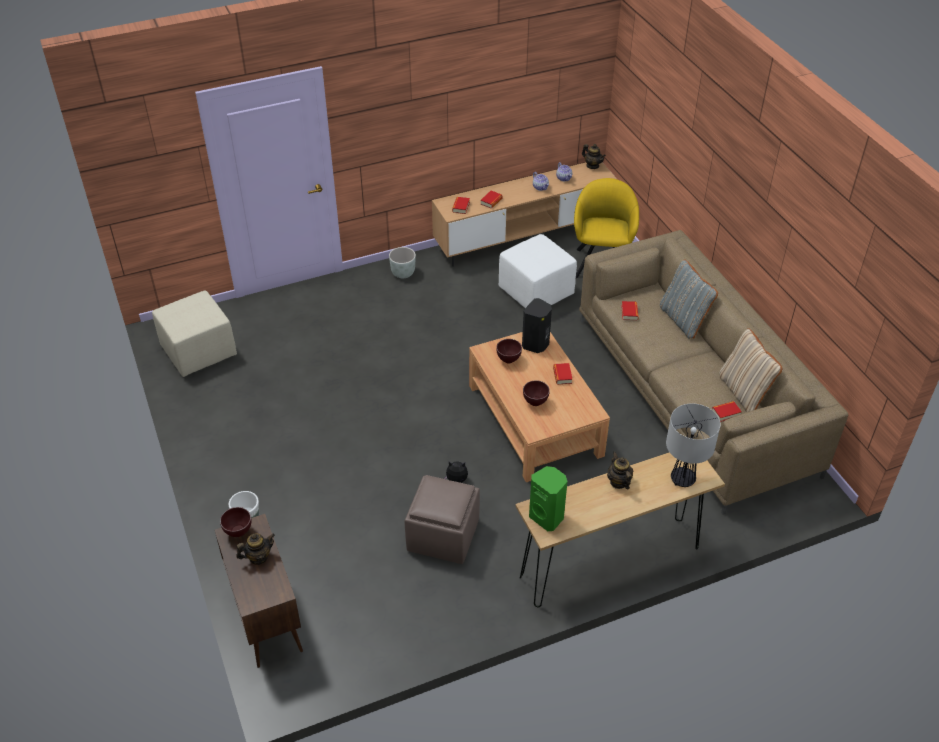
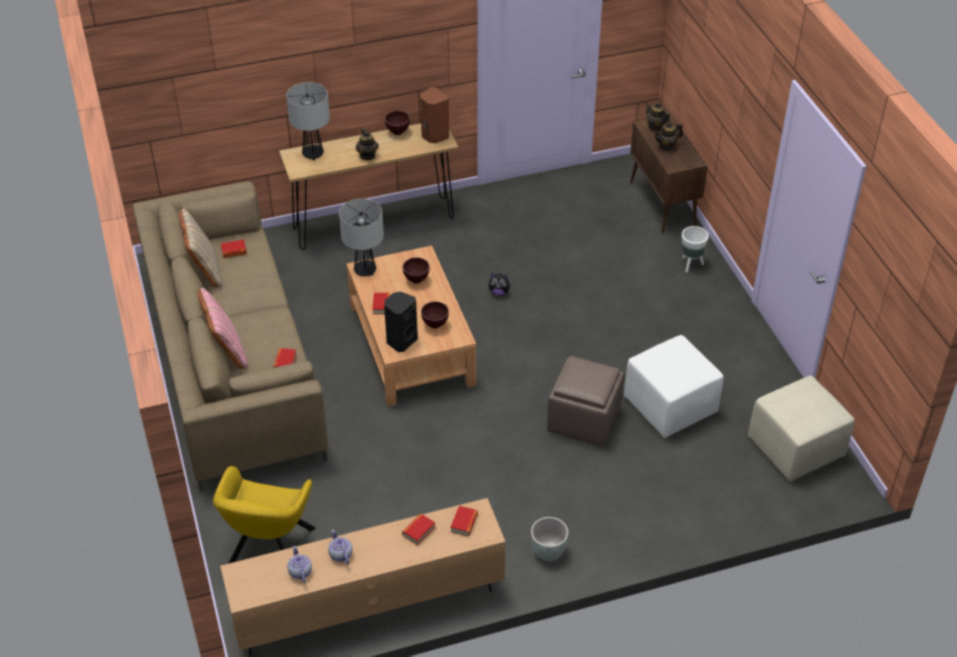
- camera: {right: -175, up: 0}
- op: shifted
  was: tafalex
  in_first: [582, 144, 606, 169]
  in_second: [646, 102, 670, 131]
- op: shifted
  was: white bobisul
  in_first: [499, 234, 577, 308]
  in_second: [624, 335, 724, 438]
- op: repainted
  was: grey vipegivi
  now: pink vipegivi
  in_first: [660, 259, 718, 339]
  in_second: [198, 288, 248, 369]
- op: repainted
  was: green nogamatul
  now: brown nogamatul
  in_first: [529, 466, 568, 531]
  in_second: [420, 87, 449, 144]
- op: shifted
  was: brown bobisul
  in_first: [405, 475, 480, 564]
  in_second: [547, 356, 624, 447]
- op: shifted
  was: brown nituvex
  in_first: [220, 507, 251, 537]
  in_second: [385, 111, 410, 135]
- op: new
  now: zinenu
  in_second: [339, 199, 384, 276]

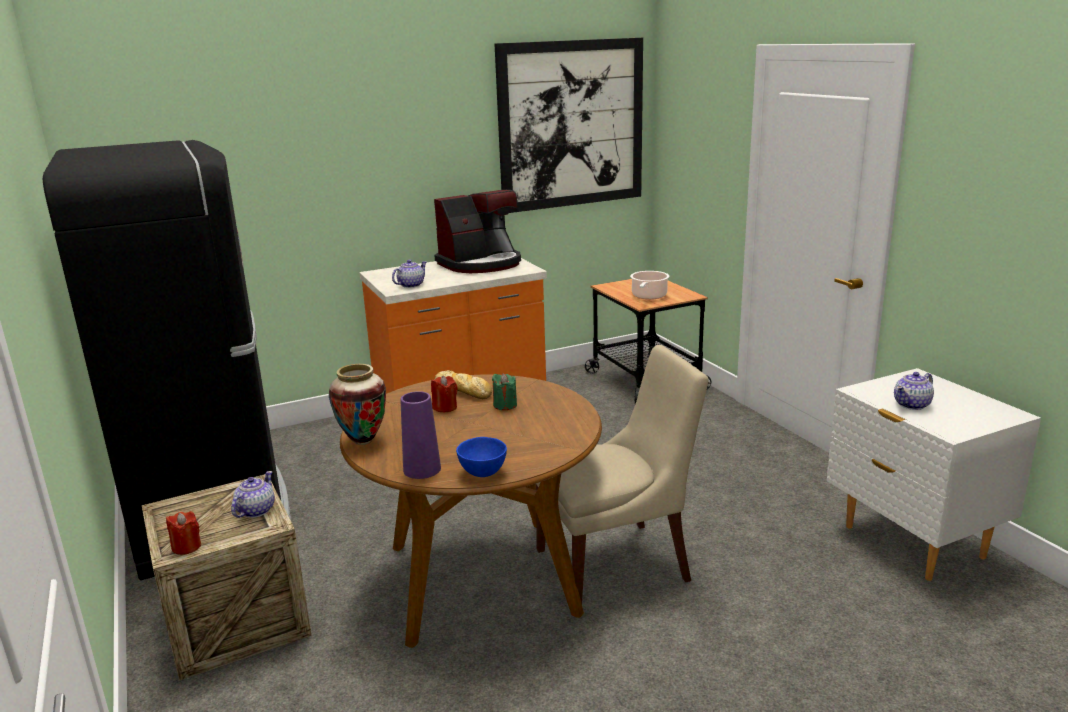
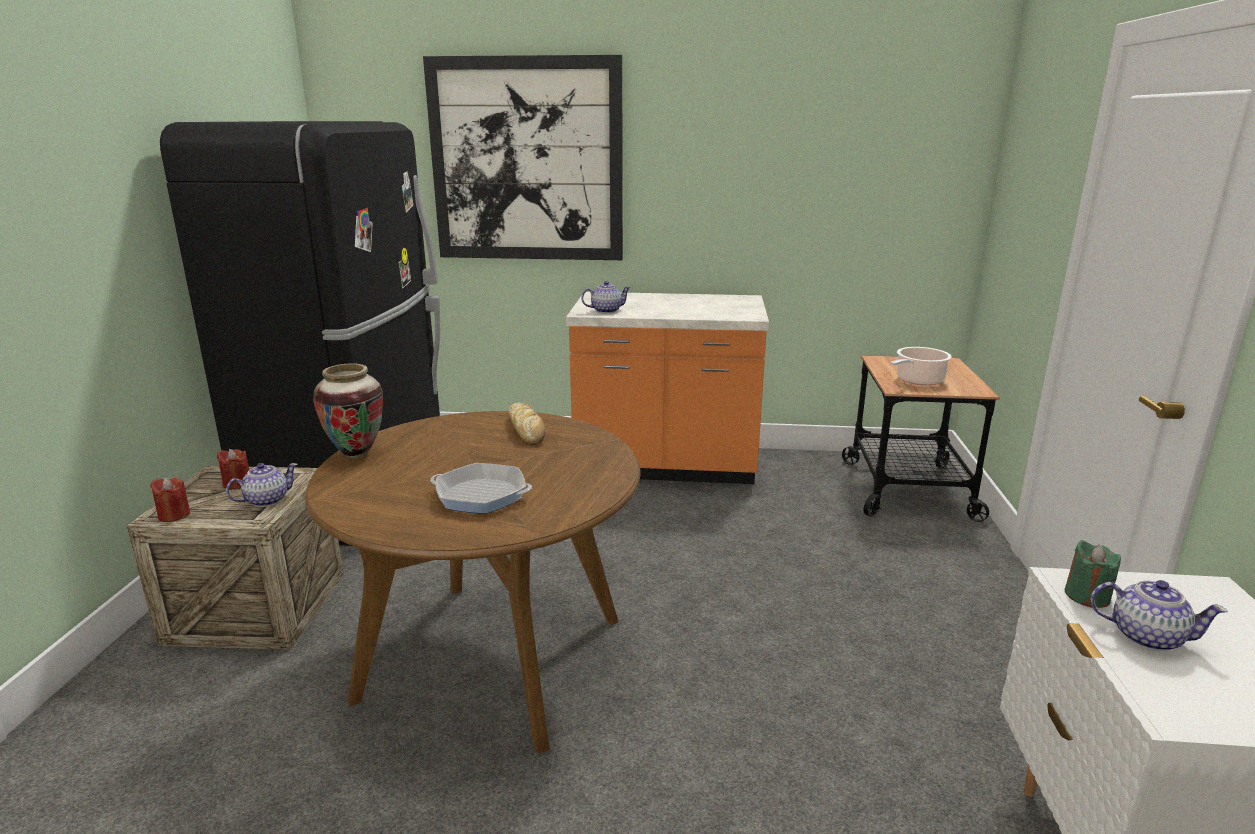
- camera: {right: 30, up: 0}
- op: shifted
  was: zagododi
  in_first: [495, 38, 643, 213]
  in_second: [423, 55, 623, 260]
- op: gone
  was: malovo
  in_first: [434, 190, 521, 273]
- op: gone
  was: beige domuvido
  in_first: [536, 345, 708, 604]
- op: rotated
  was: tafalex
  in_first: [894, 372, 934, 410]
  in_second: [1090, 580, 1228, 651]
  clockwise: -150
- op: shifted
  was: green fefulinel
  in_first: [492, 373, 517, 410]
  in_second: [1065, 540, 1121, 608]
- op: shifted
  was: red fefulinel
  in_first: [431, 376, 458, 412]
  in_second: [217, 449, 249, 490]
- op: gone
  was: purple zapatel
  in_first: [401, 391, 441, 479]
- op: gone
  was: blue nituvex
  in_first: [456, 437, 507, 477]
- op: new
  now: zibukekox
  in_second: [430, 463, 532, 514]

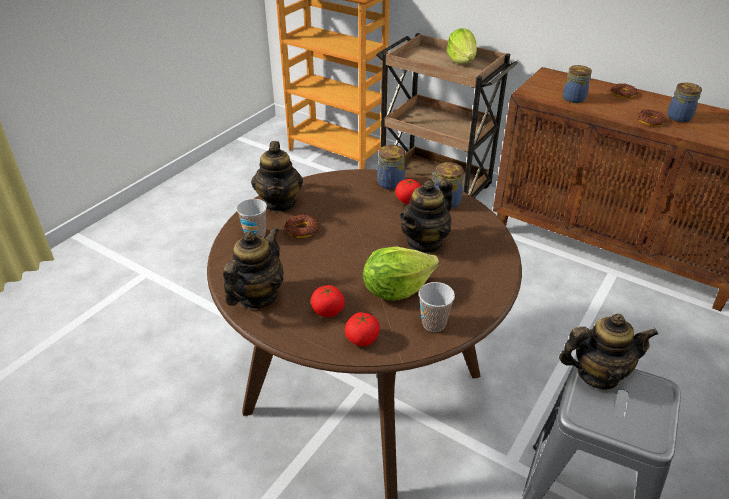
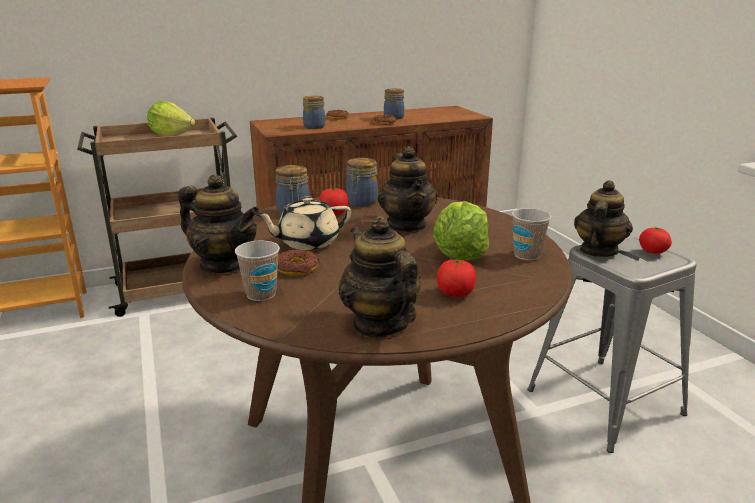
- camera: {right: -55, up: -15}
- op: shifted
  was: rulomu
  in_first: [345, 312, 380, 346]
  in_second: [639, 227, 672, 253]
- op: new
  now: beige tafalex
  in_second: [255, 196, 351, 250]

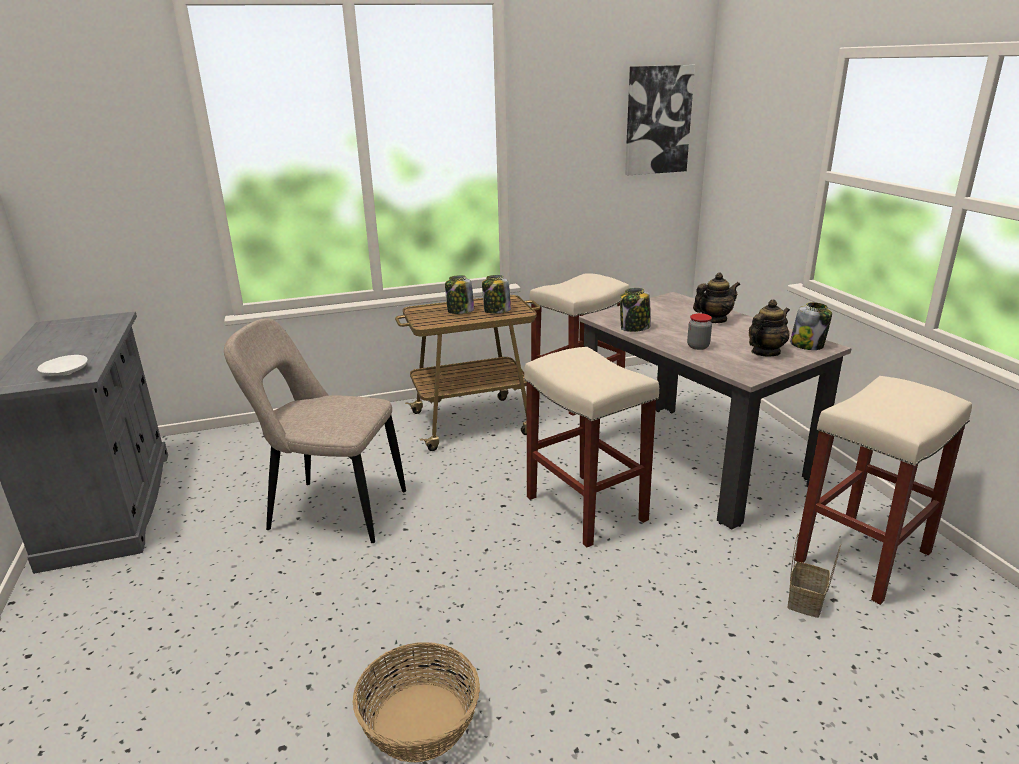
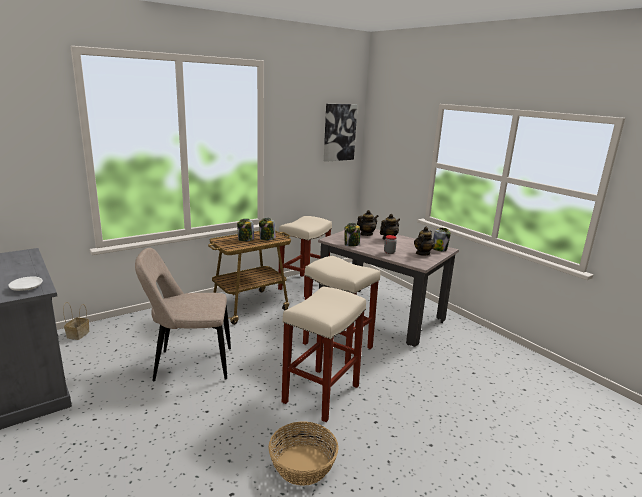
- camera: {right: -20, up: -5}
- op: shifted
  was: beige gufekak
  in_first: [794, 376, 972, 605]
  in_second: [282, 286, 366, 422]
- op: shifted
  was: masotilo
  in_first: [788, 533, 841, 618]
  in_second: [63, 302, 90, 340]
- op: new
  now: tafalex
  in_second: [357, 210, 378, 236]

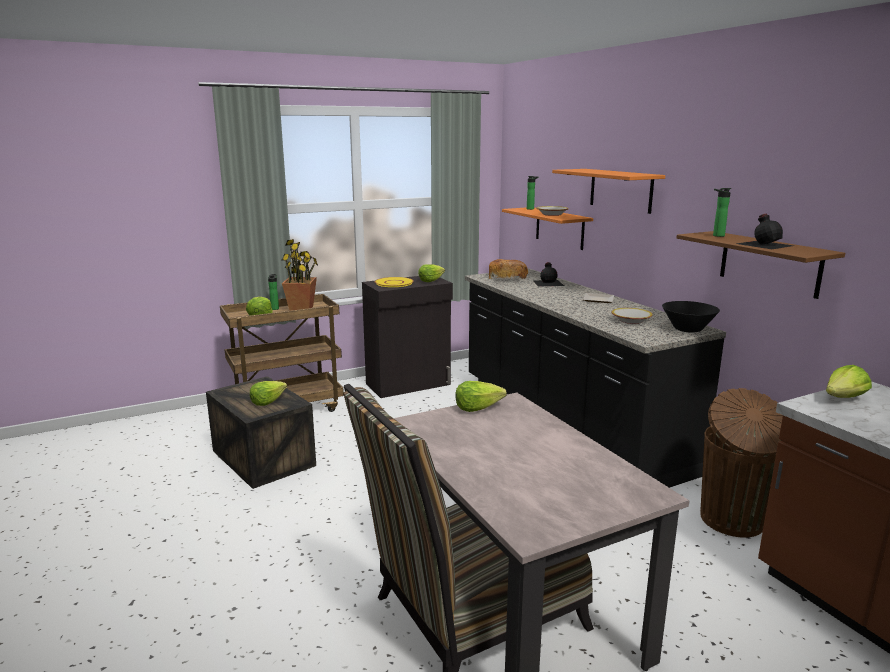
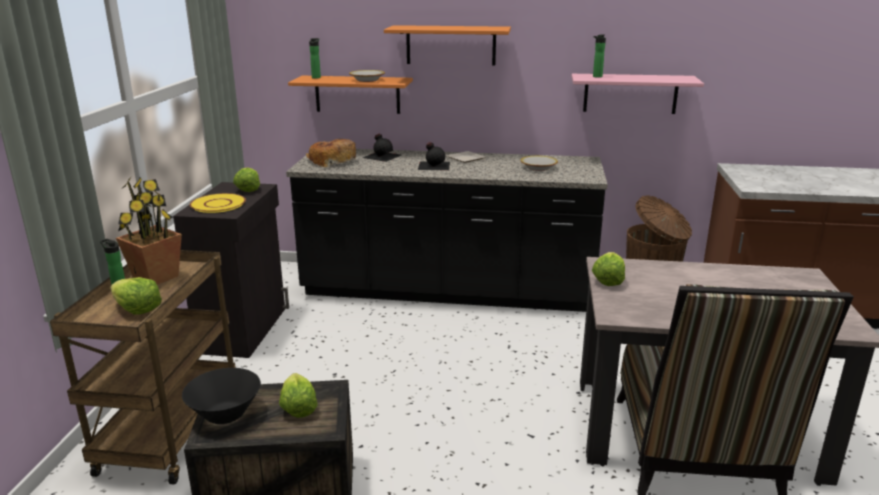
- camera: {right: -55, up: 5}
- op: shifted
  was: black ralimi
  in_first: [737, 214, 793, 249]
  in_second: [418, 142, 450, 170]
- op: repainted
  was: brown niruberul
  now: pink niruberul
  in_first: [677, 231, 845, 299]
  in_second: [571, 74, 704, 114]
- op: shifted
  was: black nituvex
  in_first: [662, 301, 720, 333]
  in_second: [182, 368, 261, 424]
- op: gone
  was: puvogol
  in_first: [826, 365, 872, 398]

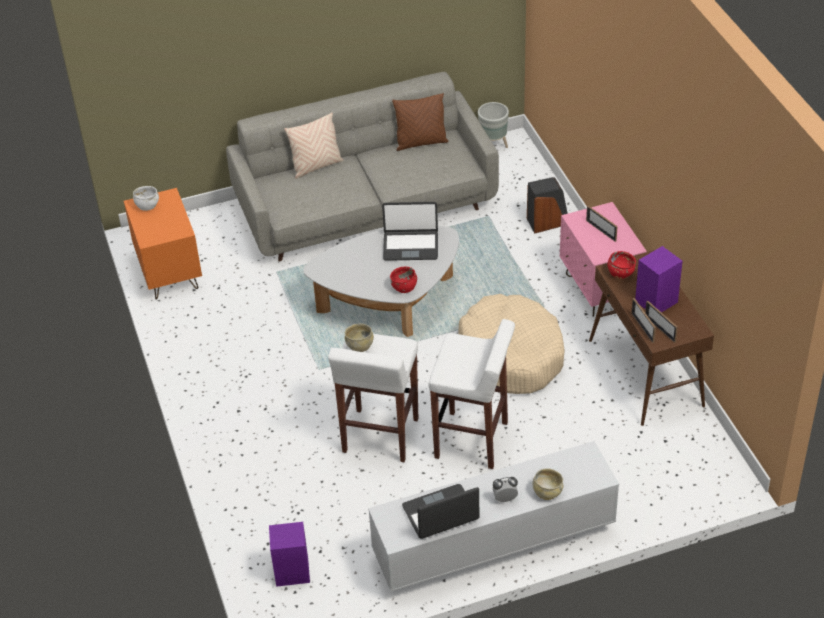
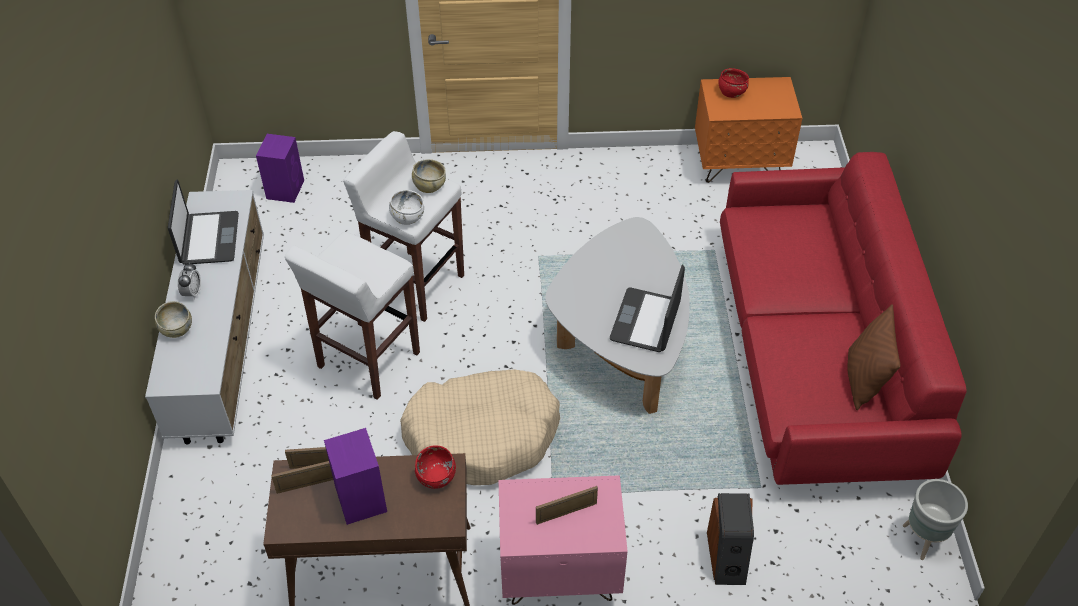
- camera: {right: 105, up: 5}
- op: repainted
  was: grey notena
  now: red notena
  in_first: [226, 72, 499, 262]
  in_second: [720, 152, 967, 485]
- op: gone
  was: beige vipegivi
  in_first: [284, 113, 343, 179]
- op: shifted
  was: white nituvex
  in_first: [133, 186, 159, 211]
  in_second: [389, 190, 424, 225]
- op: shifted
  was: red nituvex
  in_first: [390, 266, 417, 293]
  in_second: [719, 68, 749, 98]

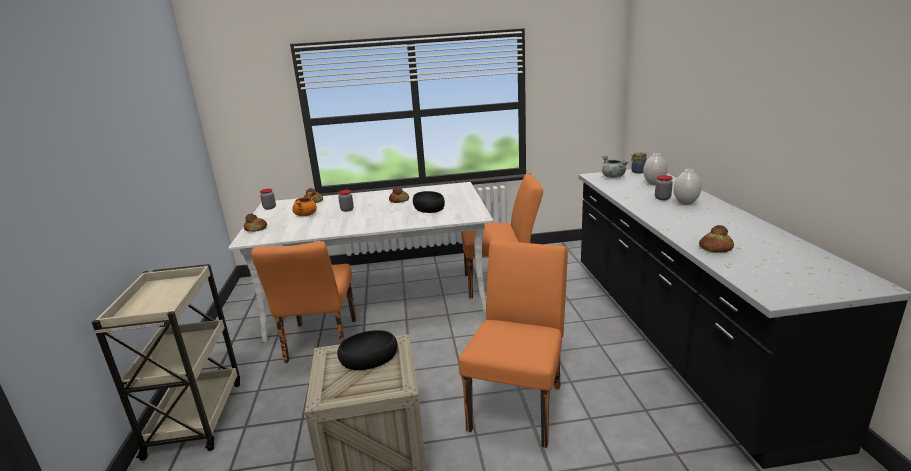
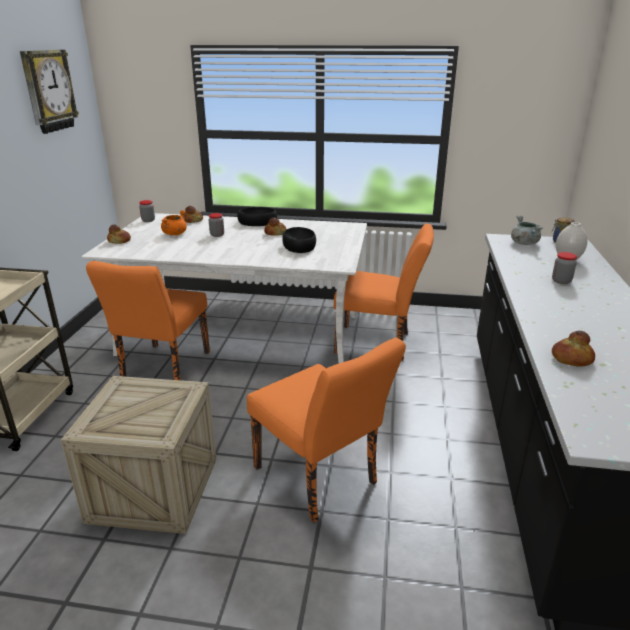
- camera: {right: 15, up: 5}
- op: gone
  was: white zapatel
  in_first: [674, 169, 702, 205]
- op: rotated
  was: orange domuvido
  in_first: [459, 241, 568, 448]
  in_second: [247, 338, 406, 523]
  clockwise: 105
- op: shifted
  was: black nituvex
  in_first: [337, 330, 398, 370]
  in_second: [237, 207, 277, 226]
- op: new
  now: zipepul
  in_second: [20, 50, 79, 134]

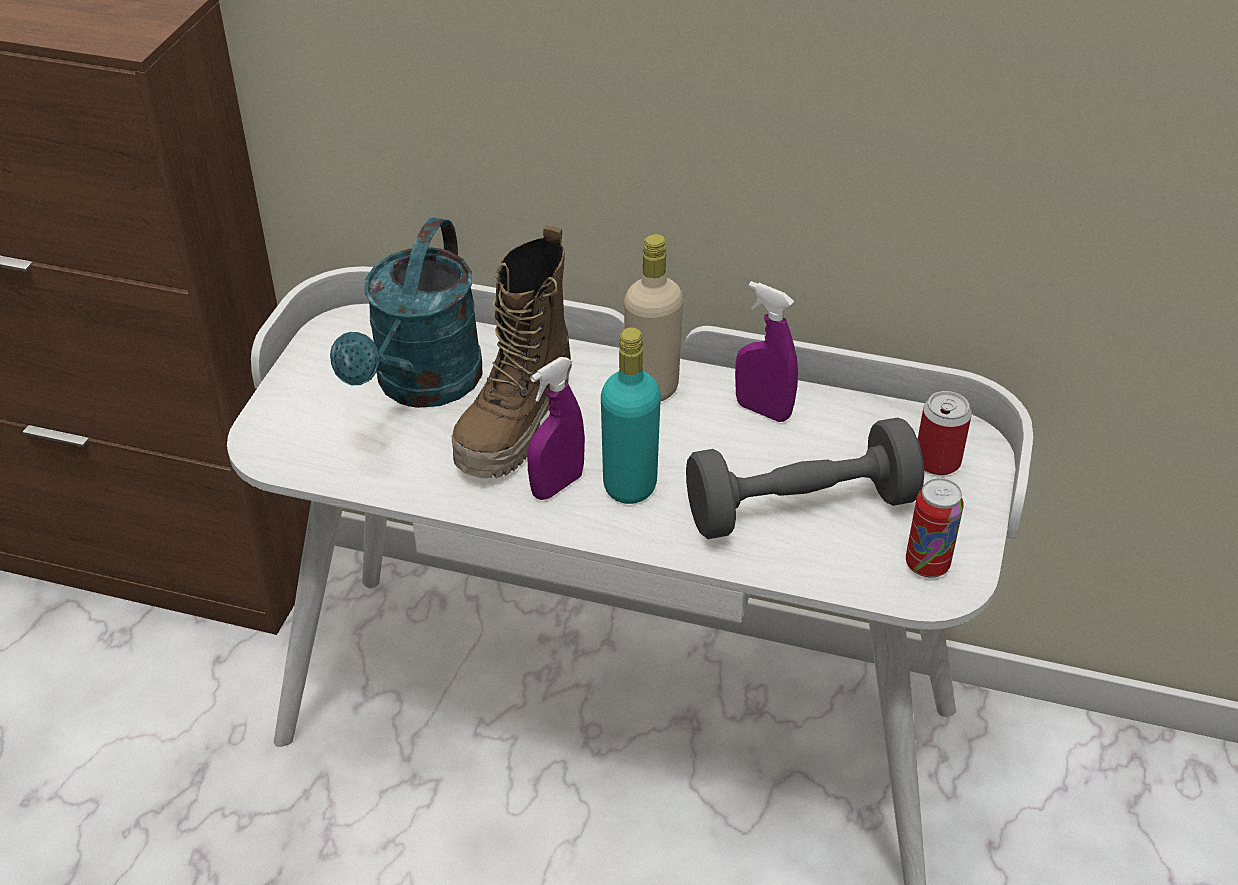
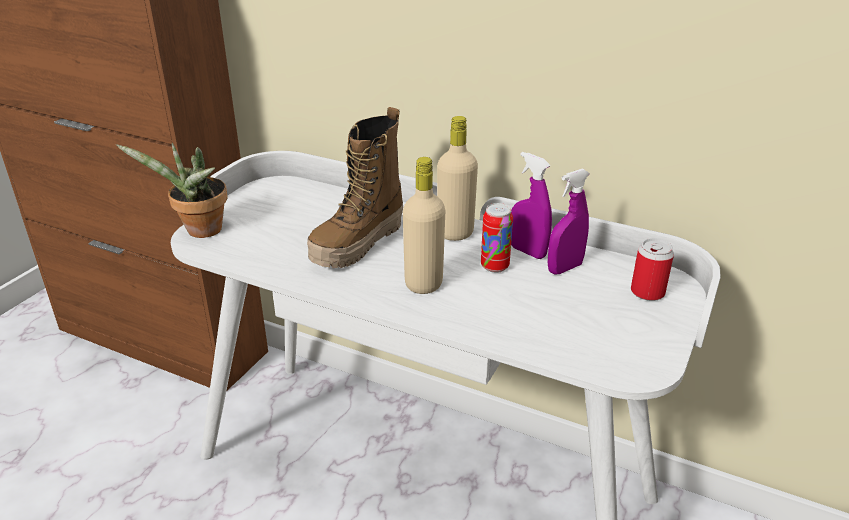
- camera: {right: 10, up: -10}
- op: gone
  was: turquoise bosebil
  in_first: [330, 217, 482, 408]
- op: repainted
  was: turquoise ralimi
  now: beige ralimi
  in_first: [601, 327, 661, 504]
  in_second: [403, 157, 445, 294]
- op: shifted
  was: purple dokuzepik
  in_first: [527, 357, 585, 500]
  in_second: [548, 169, 590, 274]
- op: gone
  was: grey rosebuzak
  in_first: [686, 417, 924, 539]
- op: shifted
  was: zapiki
  in_first: [906, 478, 964, 577]
  in_second: [481, 203, 513, 273]
- op: new
  now: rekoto
  in_second: [116, 143, 227, 238]

